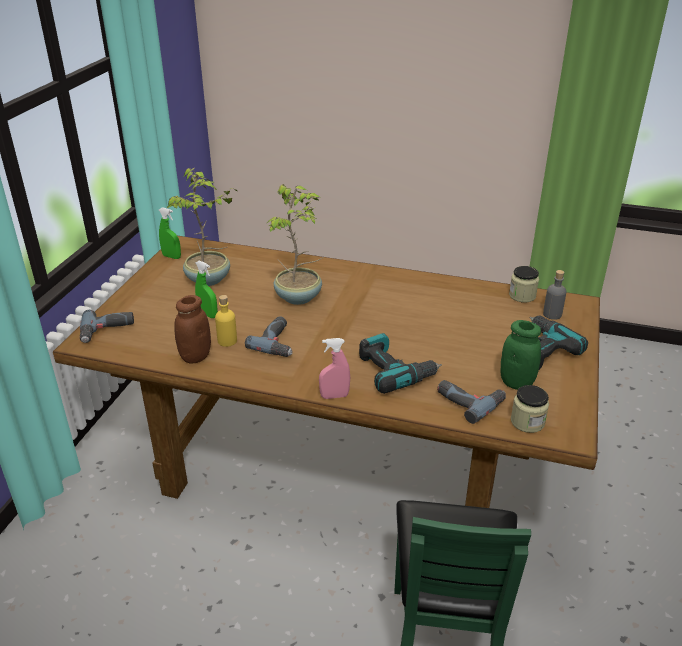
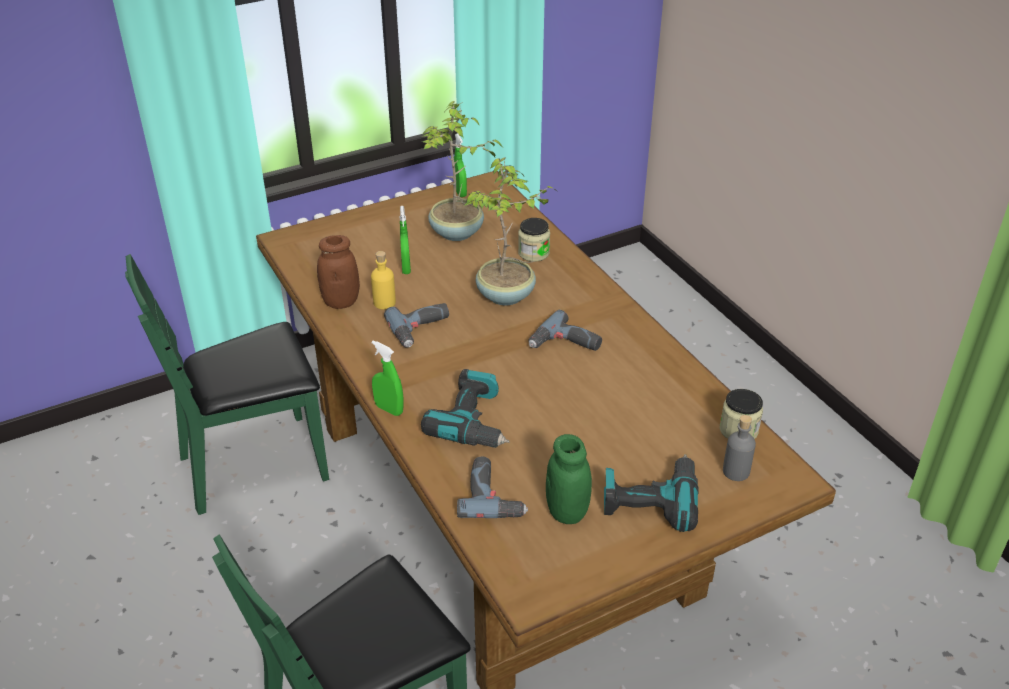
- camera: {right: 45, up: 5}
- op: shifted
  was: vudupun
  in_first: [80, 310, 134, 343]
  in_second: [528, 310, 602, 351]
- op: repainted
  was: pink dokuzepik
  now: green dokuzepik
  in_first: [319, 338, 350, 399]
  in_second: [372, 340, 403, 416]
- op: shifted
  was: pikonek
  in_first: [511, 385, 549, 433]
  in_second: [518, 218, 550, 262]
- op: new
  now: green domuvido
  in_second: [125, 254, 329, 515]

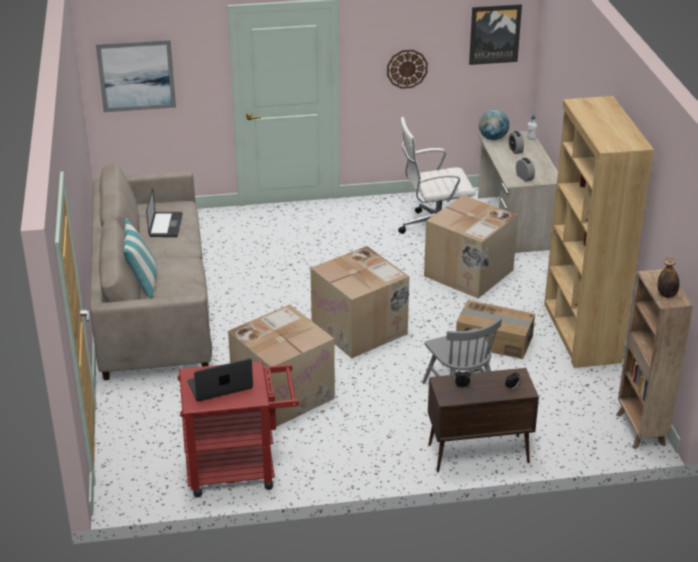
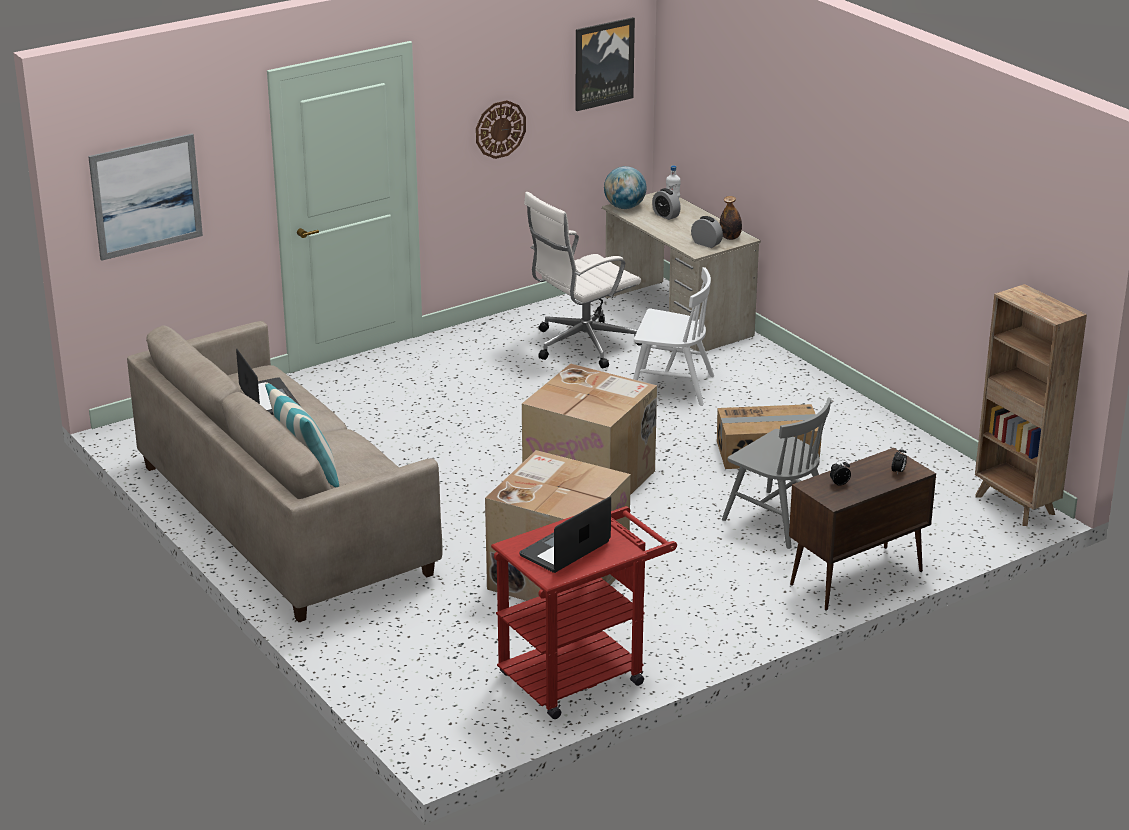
- camera: {right: -25, up: -5}
- op: gone
  was: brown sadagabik
  in_first: [544, 96, 654, 368]
- op: swapped
  was: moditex
  now: white domuvido
  in_first: [424, 195, 518, 298]
  in_second: [633, 267, 714, 406]
- op: shifted
  was: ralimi
  in_first: [658, 258, 679, 298]
  in_second: [720, 196, 742, 240]

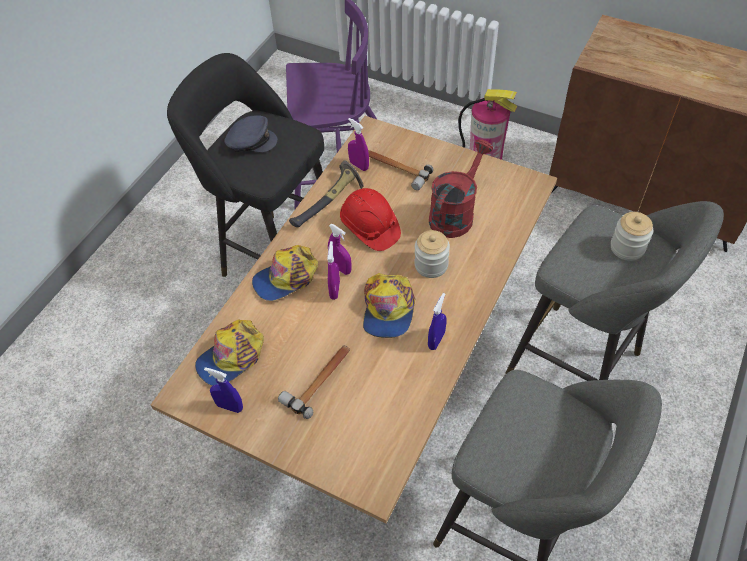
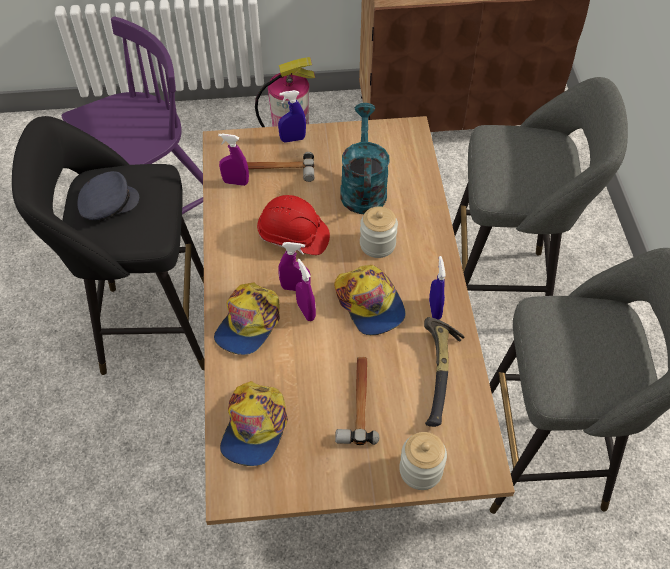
- camera: {right: -35, up: 0}
- op: repainted
  was: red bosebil
  now: turquoise bosebil
  in_first: [429, 139, 493, 238]
  in_second: [340, 103, 390, 214]
- op: shifted
  was: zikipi
  in_first: [289, 160, 363, 227]
  in_second: [424, 317, 465, 427]
- op: shifted
  was: pikonek
  in_first: [611, 212, 653, 261]
  in_second: [399, 432, 447, 490]
- op: shifted
  was: blue dokuzepik
  in_first: [204, 367, 243, 413]
  in_second: [278, 90, 306, 143]

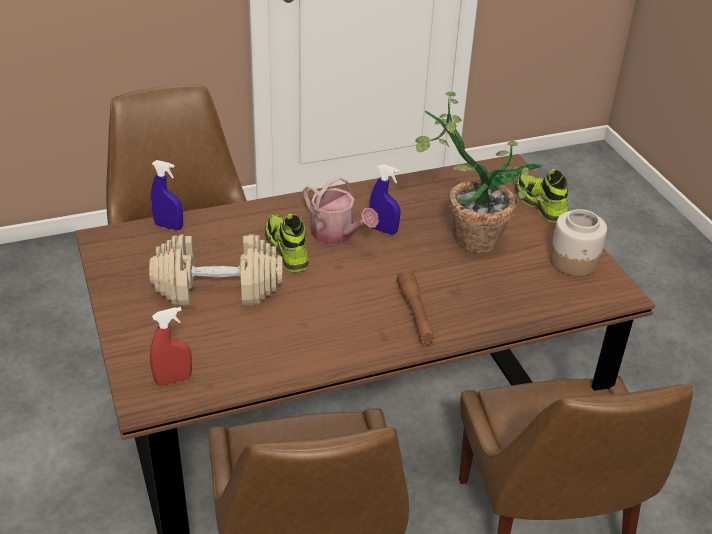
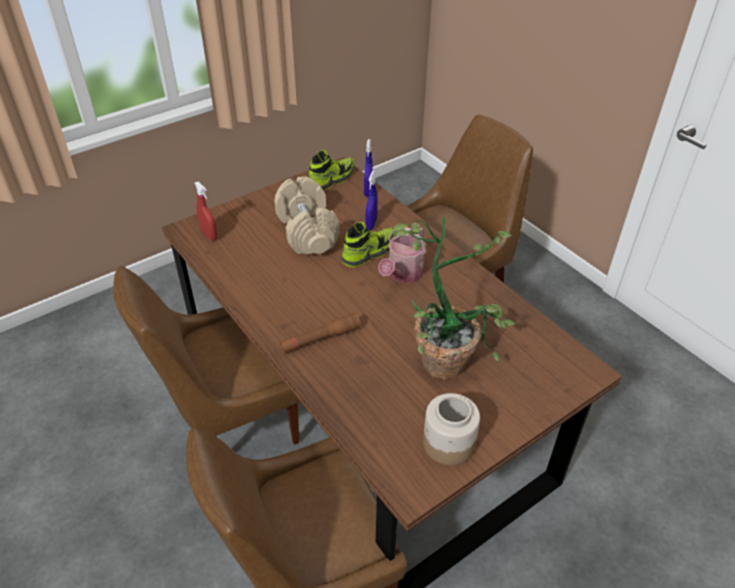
- camera: {right: 75, up: 5}
- op: shifted
  was: blue dokuzepik
  in_first: [369, 164, 400, 234]
  in_second: [365, 171, 378, 230]
- op: shifted
  was: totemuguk
  in_first: [515, 169, 568, 223]
  in_second: [309, 150, 354, 191]

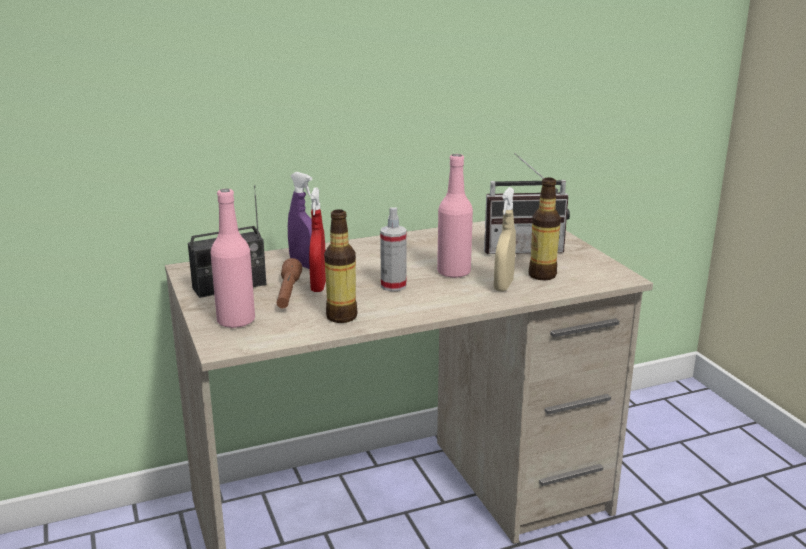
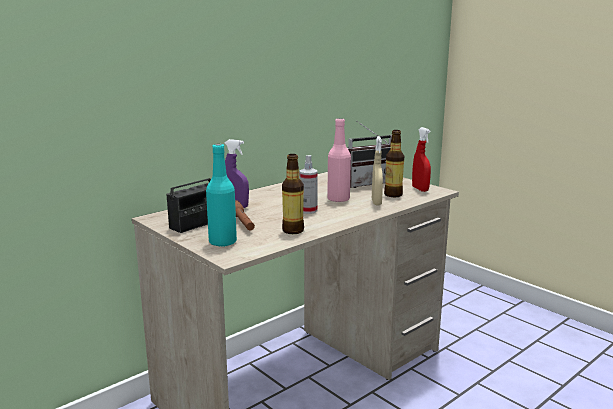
- camera: {right: -20, up: -5}
- op: shifted
  was: red dokuzepik
  in_first: [309, 187, 326, 292]
  in_second: [412, 127, 431, 192]
- op: repainted
  was: pink ralimi
  now: turquoise ralimi
  in_first: [211, 189, 255, 329]
  in_second: [206, 144, 237, 247]

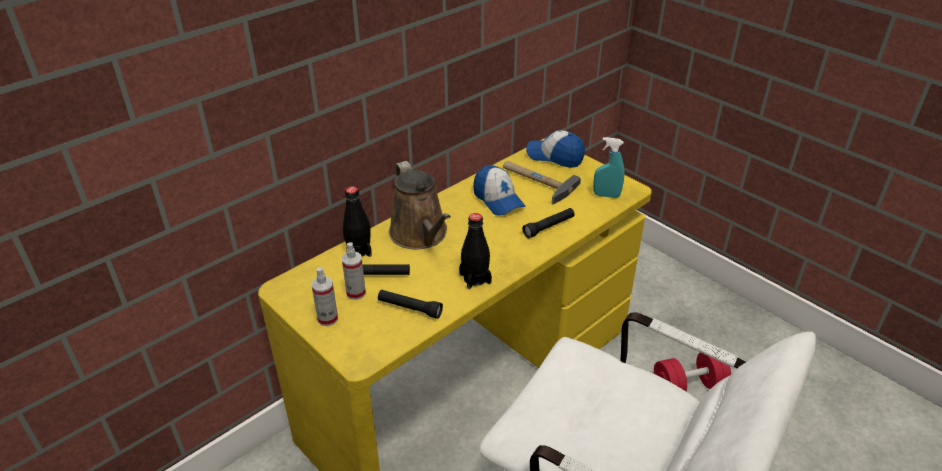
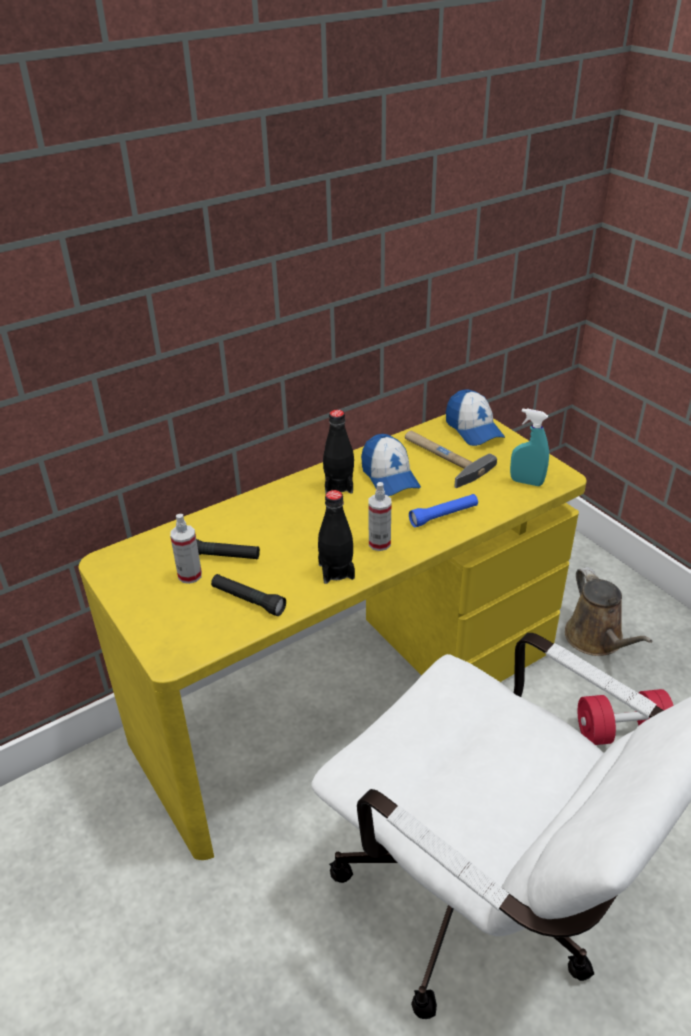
- camera: {right: 10, up: 0}
- op: rotated
  was: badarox
  in_first: [526, 130, 585, 168]
  in_second: [446, 389, 505, 446]
  clockwise: -150
- op: shifted
  was: brown bosebil
  in_first: [389, 161, 451, 249]
  in_second: [565, 567, 652, 656]
- op: shifted
  was: black ralimi
  in_first: [343, 186, 372, 257]
  in_second: [323, 410, 354, 494]
- op: repainted
  was: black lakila
  now: blue lakila
  in_first: [522, 208, 575, 238]
  in_second: [409, 494, 478, 527]
- op: shifted
  was: dokuzepik
  in_first: [312, 267, 338, 326]
  in_second: [369, 482, 391, 551]

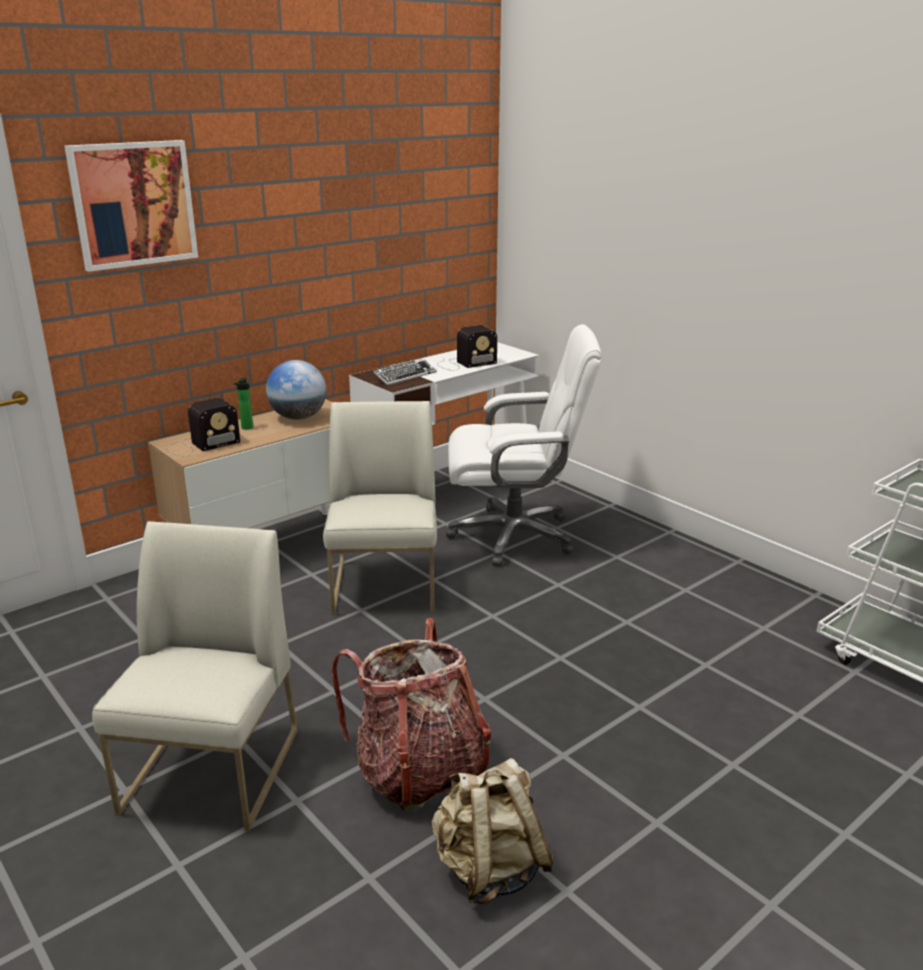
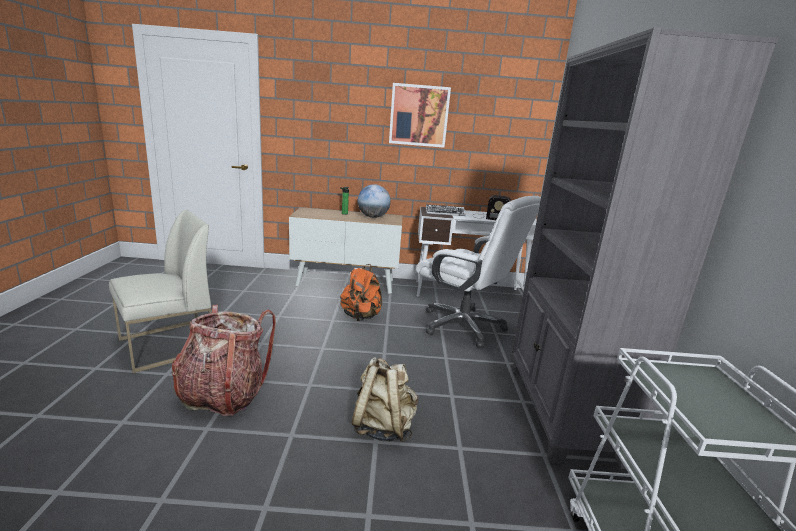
- camera: {right: 40, up: -5}
- op: shifted
  was: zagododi
  in_first: [64, 140, 198, 272]
  in_second: [389, 83, 451, 148]
- op: gone
  was: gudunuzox
  in_first: [166, 398, 240, 456]
- op: swapped
  was: white domuvido
  now: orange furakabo
  in_first: [323, 401, 437, 615]
  in_second: [340, 264, 382, 321]
- op: shifted
  was: beige furakabo
  in_first: [432, 758, 554, 904]
  in_second: [351, 357, 418, 442]
- op: new
  now: grey sadagabik
  in_second: [512, 28, 778, 469]

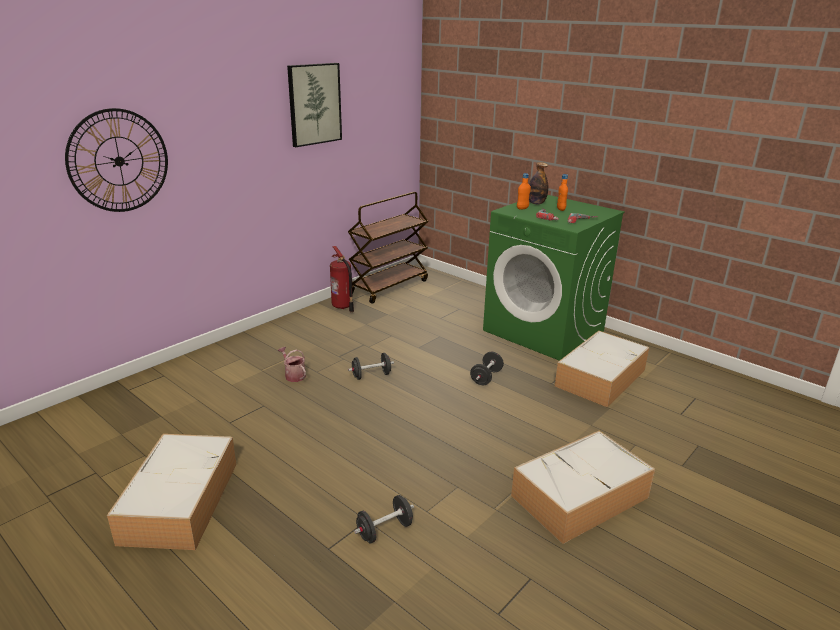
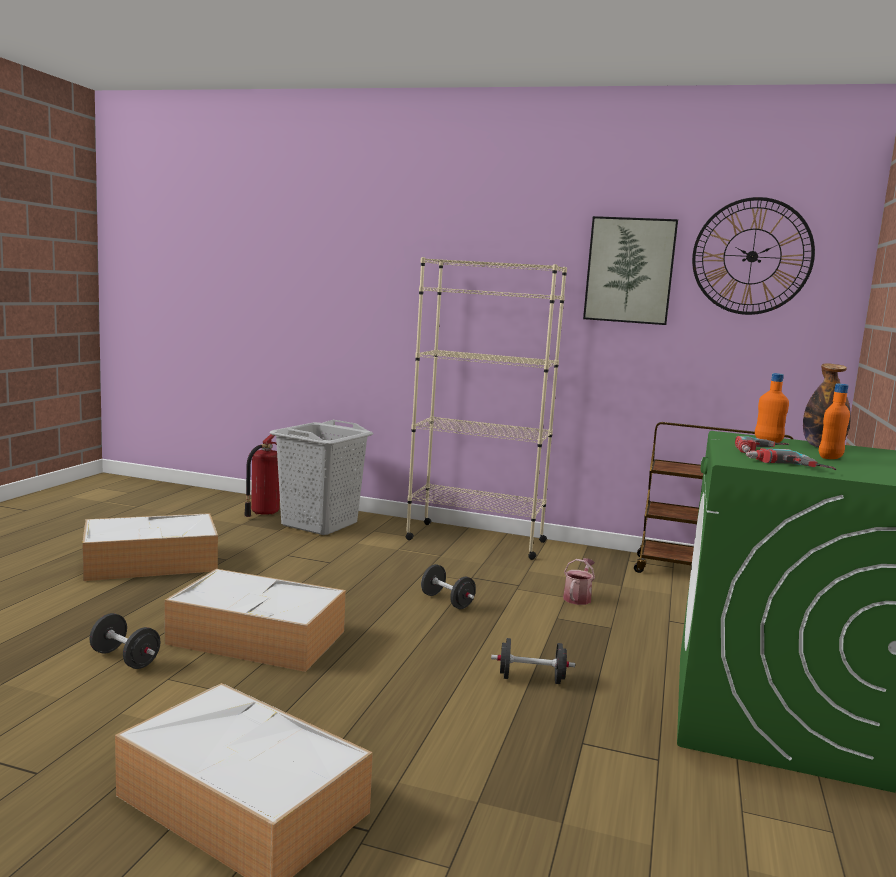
- camera: {right: 65, up: -15}
- op: shifted
  was: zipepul
  in_first: [65, 108, 168, 212]
  in_second: [692, 197, 815, 315]
- op: shifted
  was: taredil
  in_first: [330, 246, 354, 312]
  in_second: [244, 434, 280, 517]
- op: shifted
  was: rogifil
  in_first: [555, 331, 649, 408]
  in_second: [164, 569, 346, 672]
- op: shifted
  was: bosebil
  in_first: [278, 347, 306, 382]
  in_second: [563, 558, 595, 605]
- op: new
  now: beige sadagabik
  in_second: [405, 257, 567, 560]
- op: new
  now: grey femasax
  in_second: [269, 420, 374, 535]

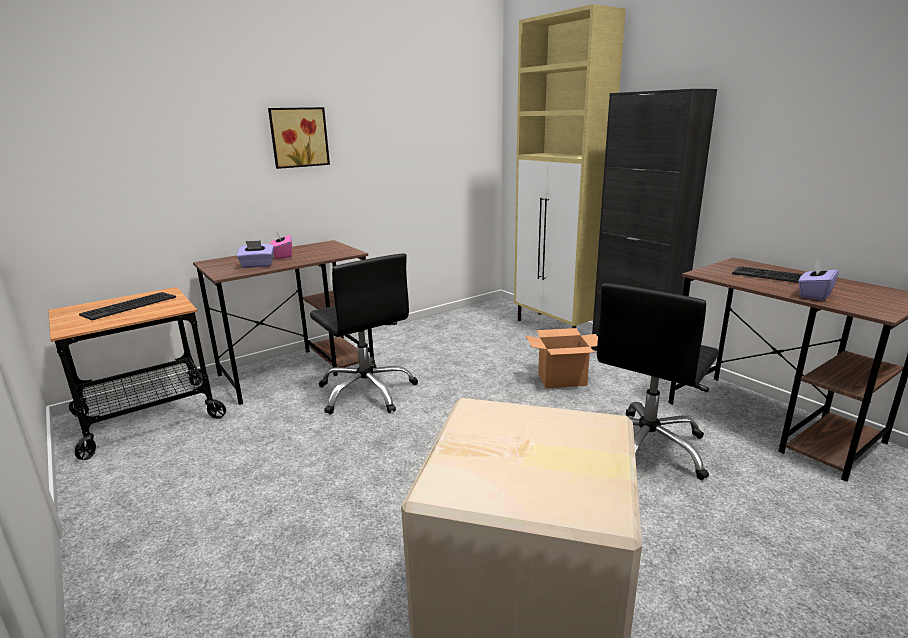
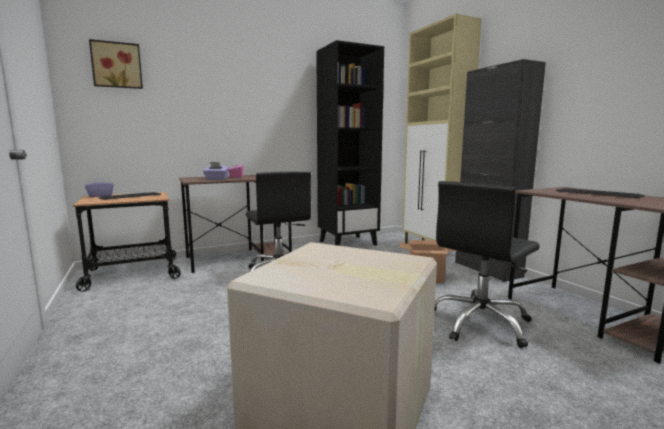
- camera: {right: 10, up: -10}
- op: shifted
  was: zagododi
  in_first: [268, 107, 330, 169]
  in_second: [89, 39, 143, 89]
- op: shifted
  was: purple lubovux
  in_first: [798, 260, 839, 301]
  in_second: [85, 177, 114, 197]
- op: new
  now: black sadagabik
  in_second: [316, 40, 384, 246]

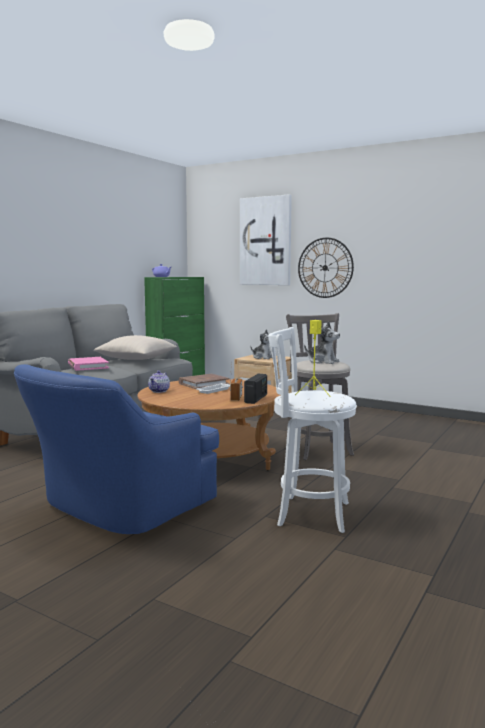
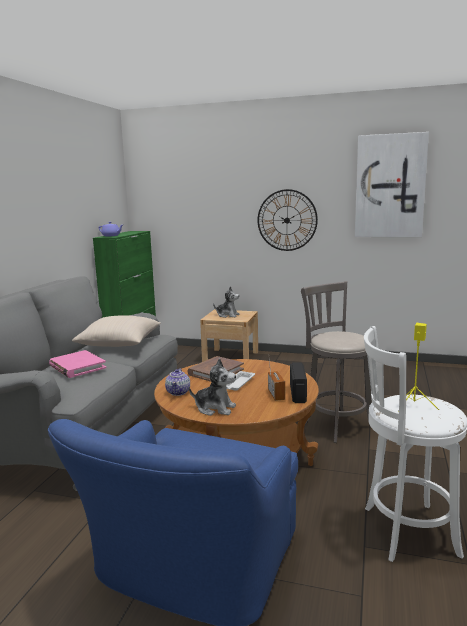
- camera: {right: -15, up: 5}
- op: shifted
  was: zagododi
  in_first: [240, 194, 292, 285]
  in_second: [355, 132, 429, 237]
- op: shifted
  was: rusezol
  in_first: [304, 322, 340, 364]
  in_second: [189, 358, 236, 416]

